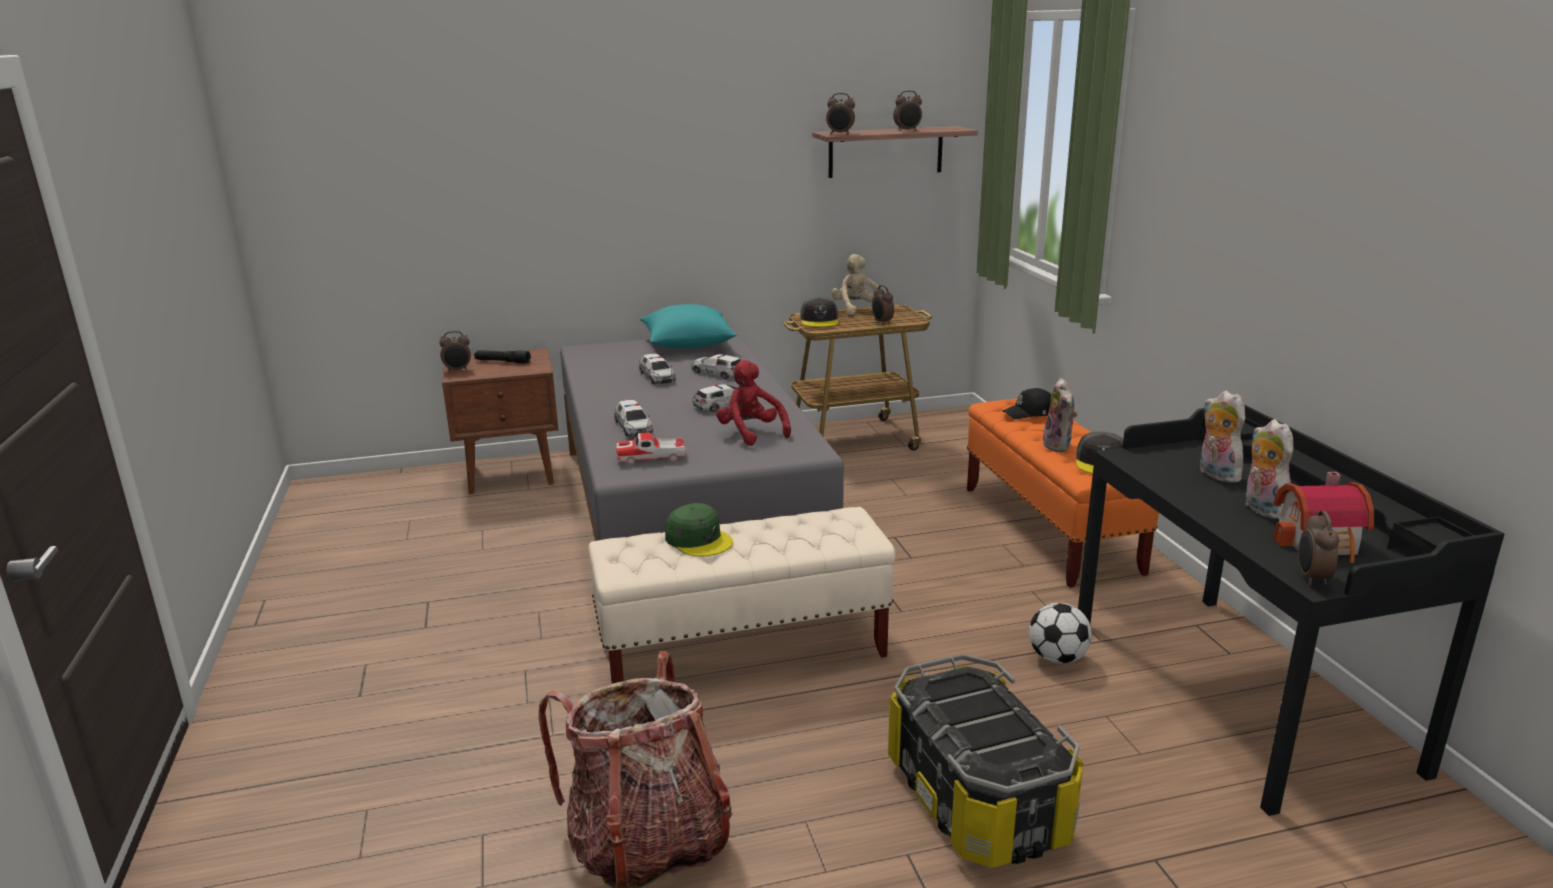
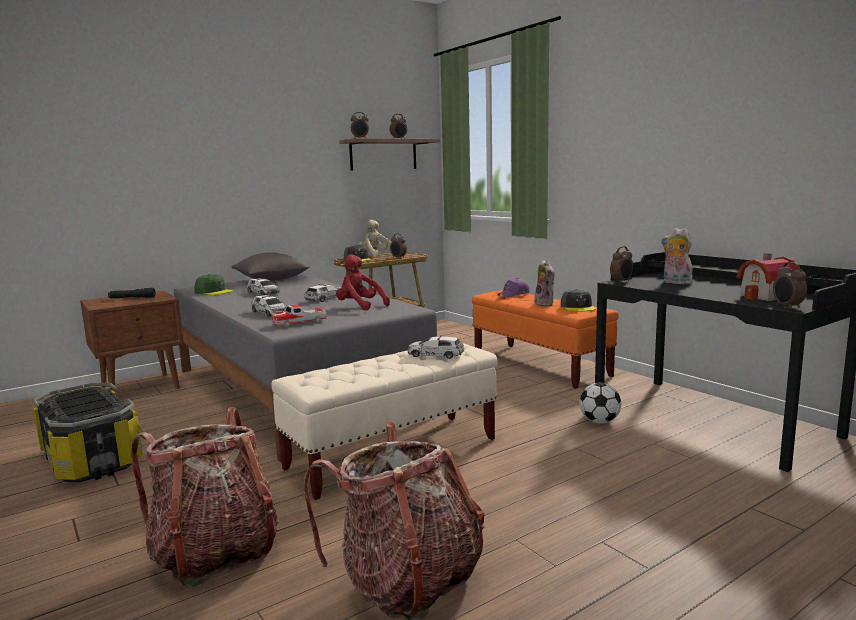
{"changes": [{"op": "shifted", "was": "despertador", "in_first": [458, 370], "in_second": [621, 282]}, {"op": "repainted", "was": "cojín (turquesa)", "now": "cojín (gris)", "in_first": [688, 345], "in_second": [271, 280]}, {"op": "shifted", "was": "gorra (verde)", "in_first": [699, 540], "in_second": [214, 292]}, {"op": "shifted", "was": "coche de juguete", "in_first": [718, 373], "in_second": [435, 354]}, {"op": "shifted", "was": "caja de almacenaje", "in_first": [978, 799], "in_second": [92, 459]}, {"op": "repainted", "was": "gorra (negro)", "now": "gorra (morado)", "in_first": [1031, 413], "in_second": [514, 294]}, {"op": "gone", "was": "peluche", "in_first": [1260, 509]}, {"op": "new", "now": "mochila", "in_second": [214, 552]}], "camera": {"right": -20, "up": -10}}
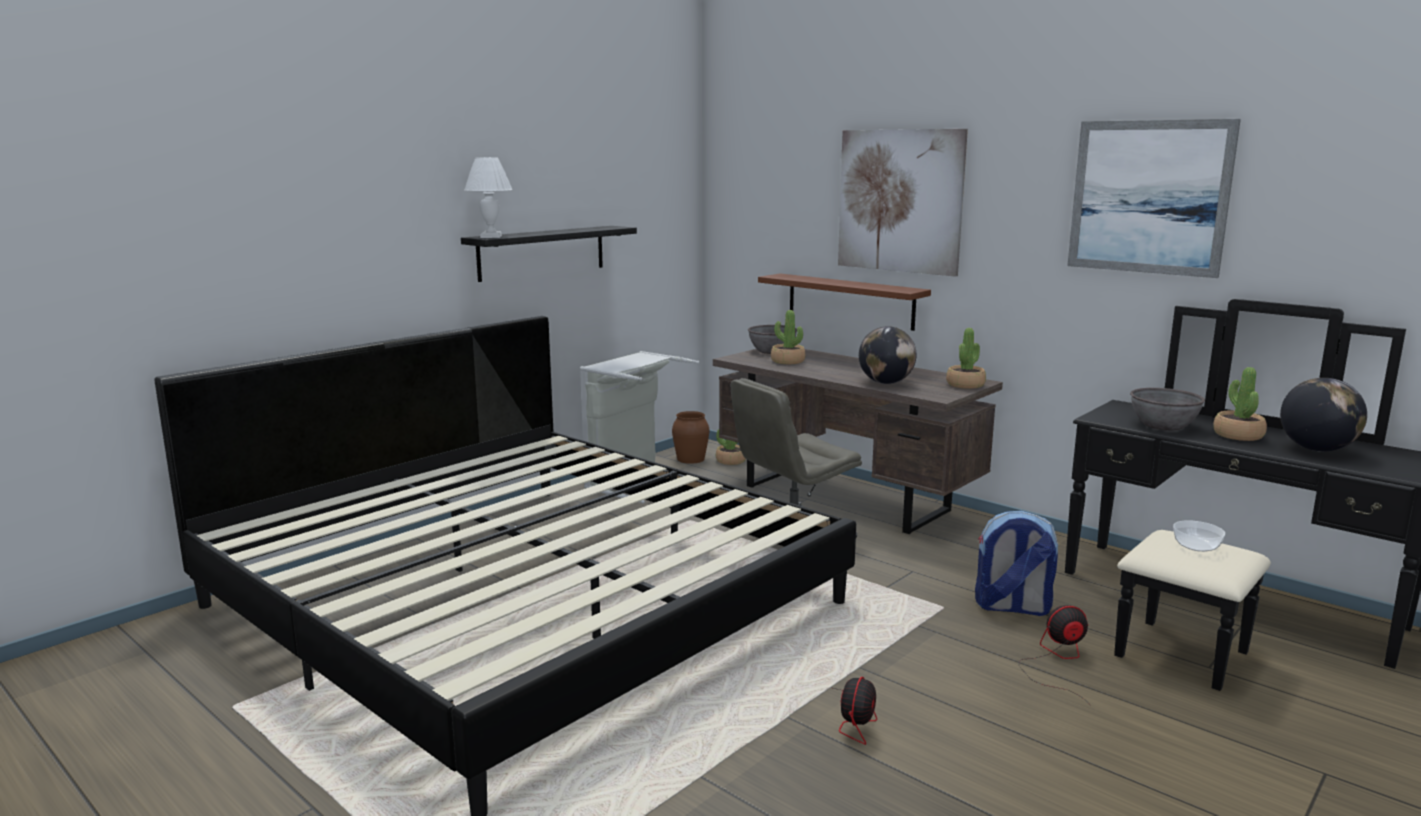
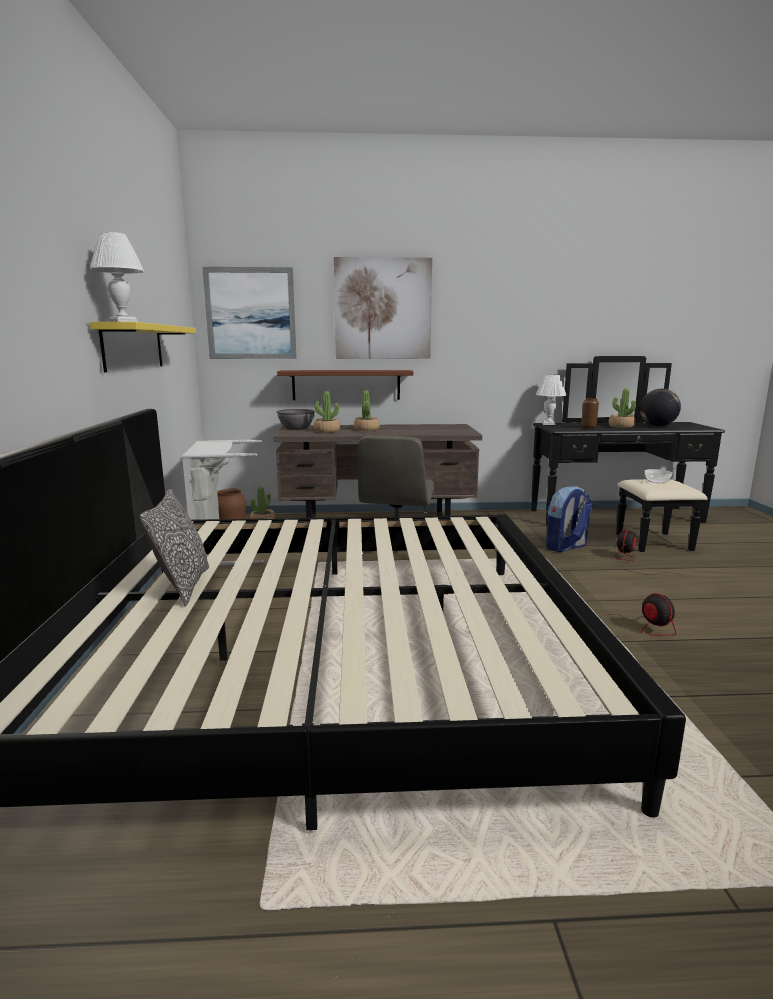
{"changes": [{"op": "repainted", "was": "estante (negro)", "now": "estante (amarillo)", "in_first": [542, 252], "in_second": [133, 347]}, {"op": "gone", "was": "globo terráqueo", "in_first": [886, 383]}, {"op": "shifted", "was": "planta en maceta", "in_first": [965, 385], "in_second": [367, 429]}, {"op": "shifted", "was": "cuadro", "in_first": [1148, 197], "in_second": [250, 313]}, {"op": "swapped", "was": "cuenco (gris)", "now": "florero (marrón)", "in_first": [1163, 425], "in_second": [588, 427]}, {"op": "new", "now": "cojín", "in_second": [183, 586]}, {"op": "new", "now": "lámpara de mesa (blanco)", "in_second": [548, 424]}], "camera": {"right": -45, "up": 0}}
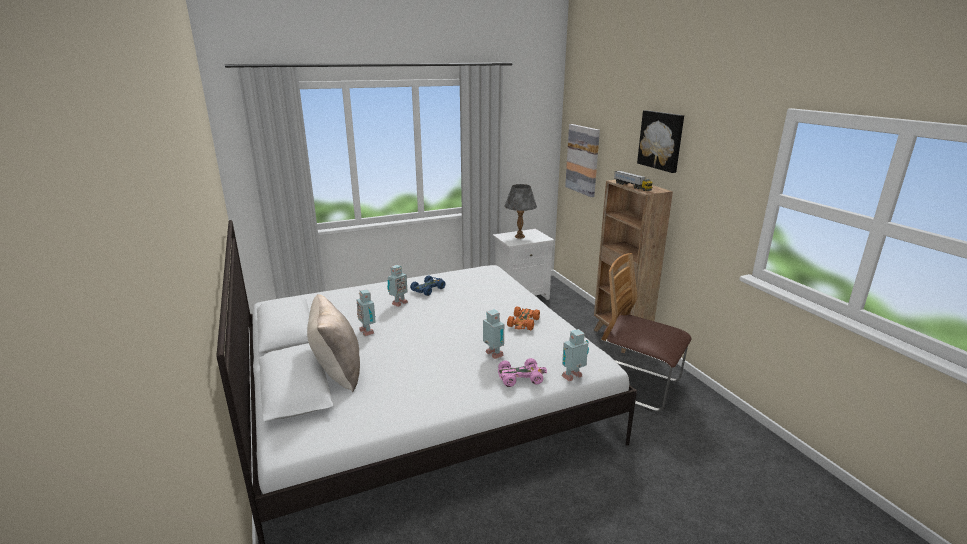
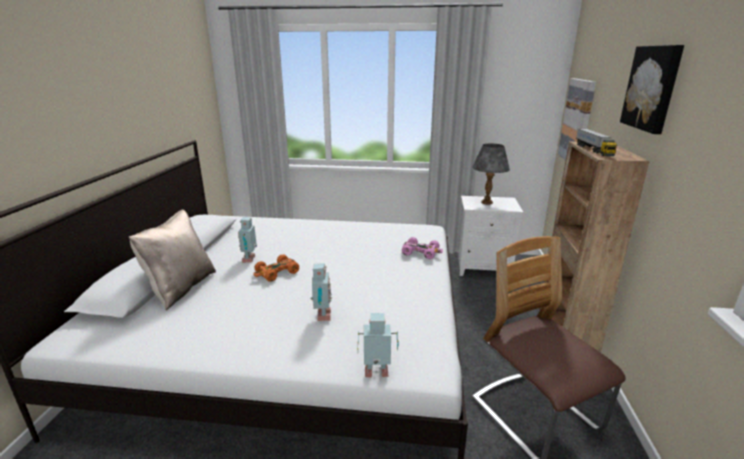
{"changes": [{"op": "gone", "was": "robot de juguete", "in_first": [398, 303]}, {"op": "gone", "was": "coche de juguete (azul)", "in_first": [428, 289]}, {"op": "shifted", "was": "coche de juguete (rosa)", "in_first": [521, 377], "in_second": [421, 252]}, {"op": "shifted", "was": "coche de juguete (naranja)", "in_first": [523, 323], "in_second": [276, 273]}], "camera": {"right": 30, "up": 0}}
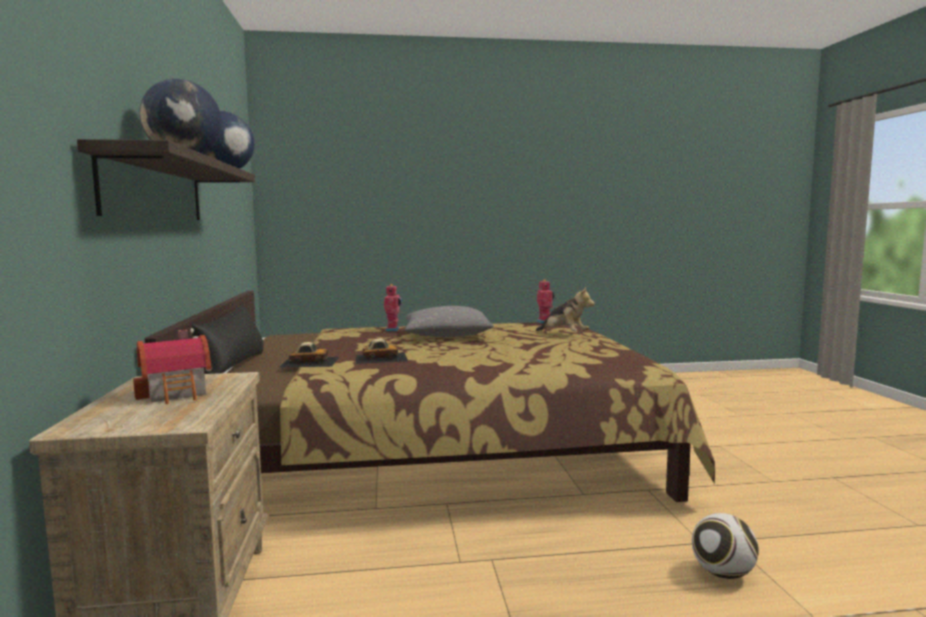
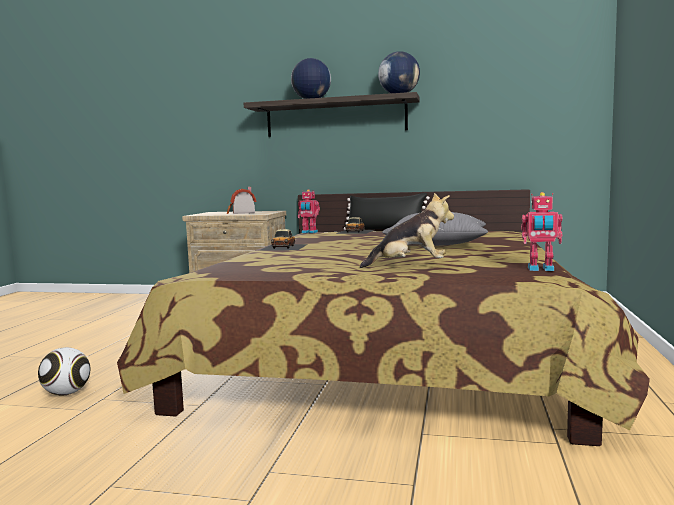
{"changes": [{"op": "shifted", "was": "coche de juguete", "in_first": [380, 357], "in_second": [284, 247]}, {"op": "shifted", "was": "robot de juguete", "in_first": [393, 329], "in_second": [309, 232]}, {"op": "rotated", "was": "peluche", "in_first": [564, 334], "in_second": [410, 266], "clockwise": -150}], "camera": {"right": 110, "up": 0}}
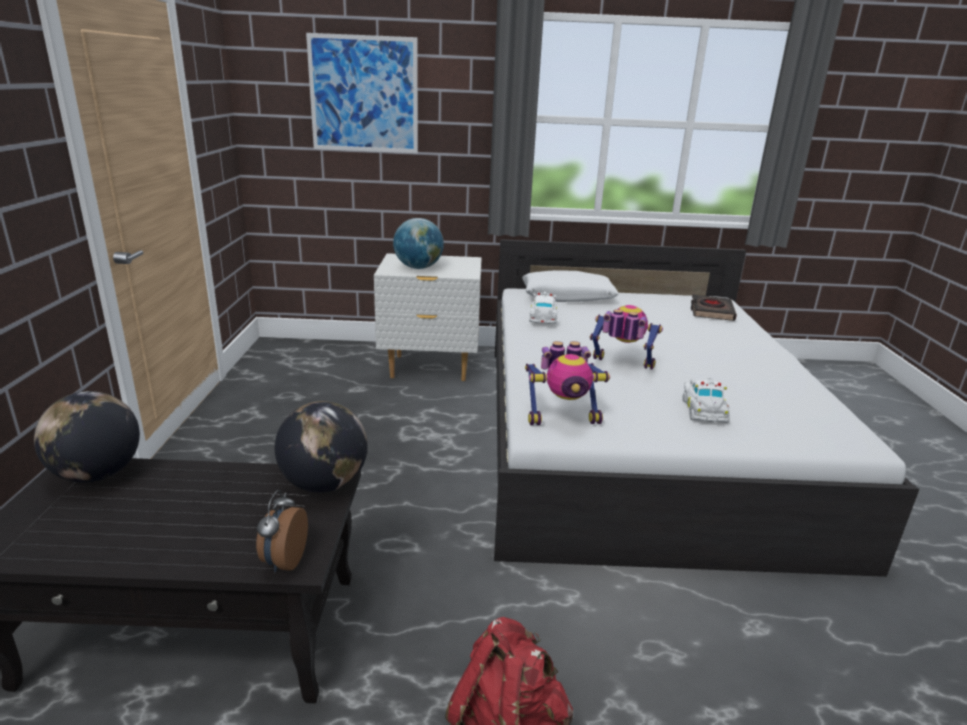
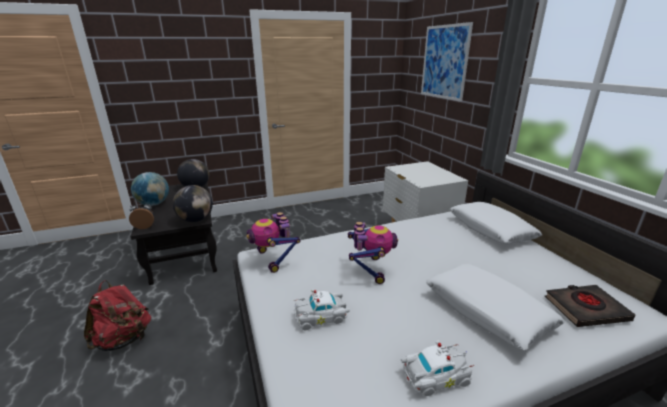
{"changes": [{"op": "shifted", "was": "globo terráqueo", "in_first": [418, 268], "in_second": [154, 204]}, {"op": "shifted", "was": "coche de juguete (blanco)", "in_first": [542, 318], "in_second": [434, 375]}, {"op": "new", "now": "cojín (blanco)", "in_second": [487, 311]}], "camera": {"right": 70, "up": 0}}
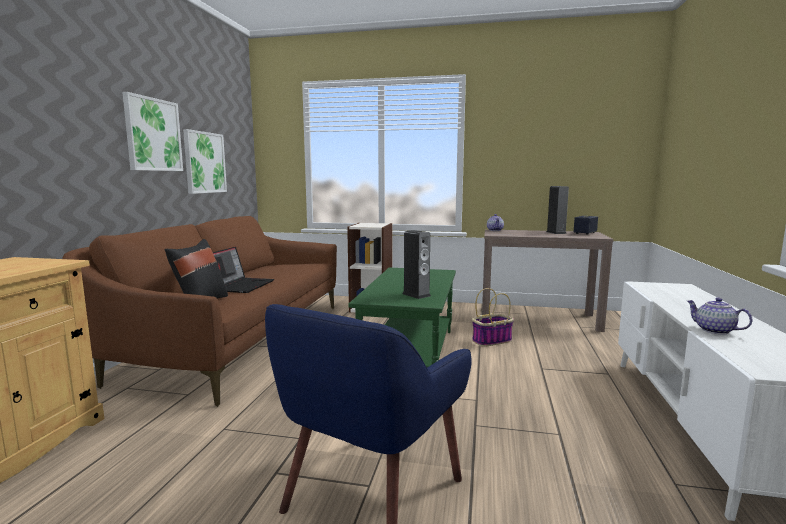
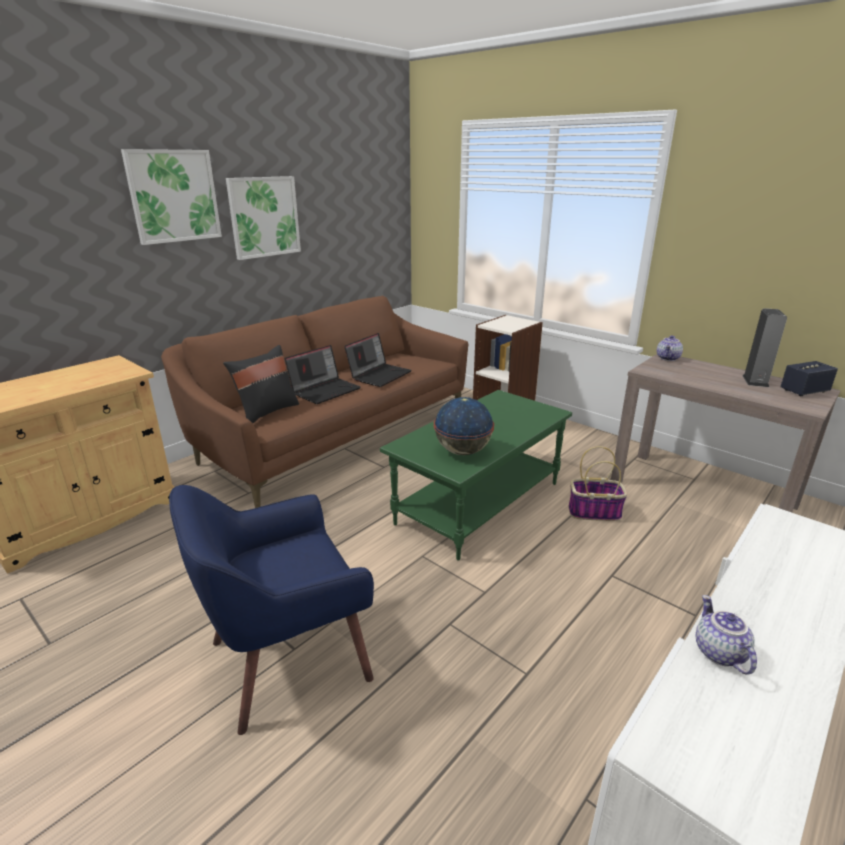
{"changes": [{"op": "shifted", "was": "cuadro", "in_first": [204, 162], "in_second": [173, 196]}, {"op": "swapped", "was": "altavoz", "now": "globo terráqueo", "in_first": [416, 295], "in_second": [462, 451]}, {"op": "new", "now": "portátil", "in_second": [379, 375]}], "camera": {"right": 30, "up": 15}}
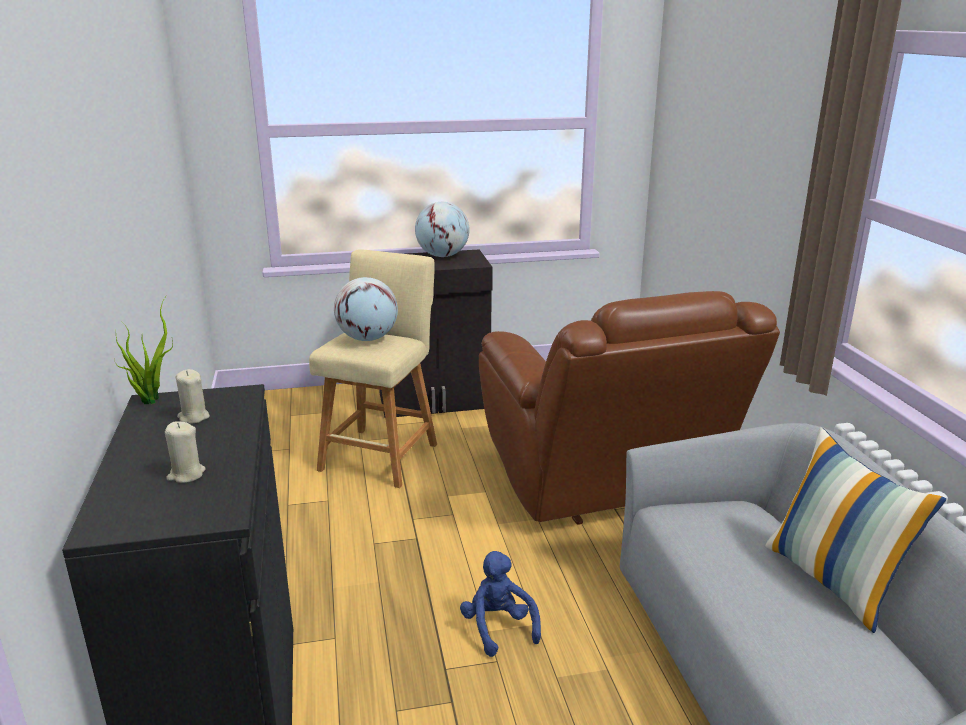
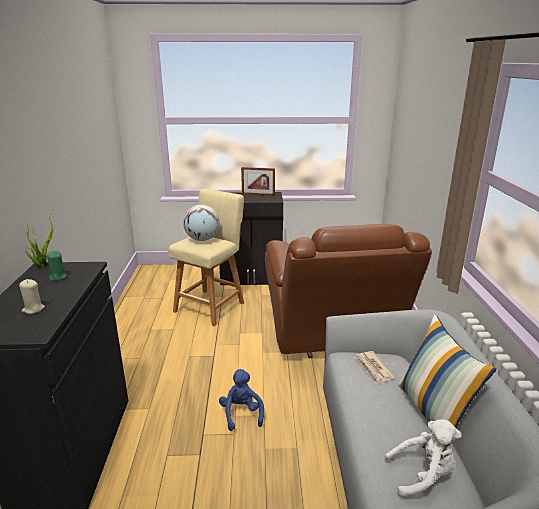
{"changes": [{"op": "repainted", "was": "vela (beis)", "now": "vela (verde)", "in_first": [193, 417], "in_second": [58, 277]}, {"op": "swapped", "was": "globo terráqueo", "now": "portarretratos", "in_first": [443, 256], "in_second": [258, 194]}, {"op": "new", "now": "periódico", "in_second": [373, 369]}, {"op": "new", "now": "peluche (blanco)", "in_second": [422, 475]}], "camera": {"right": 10, "up": 0}}
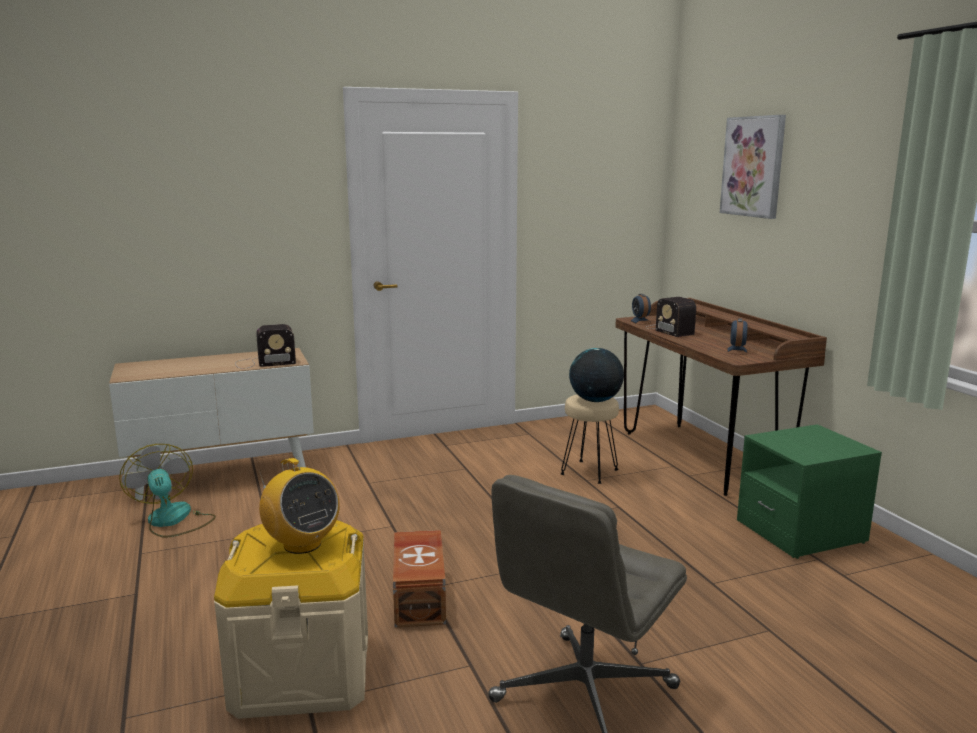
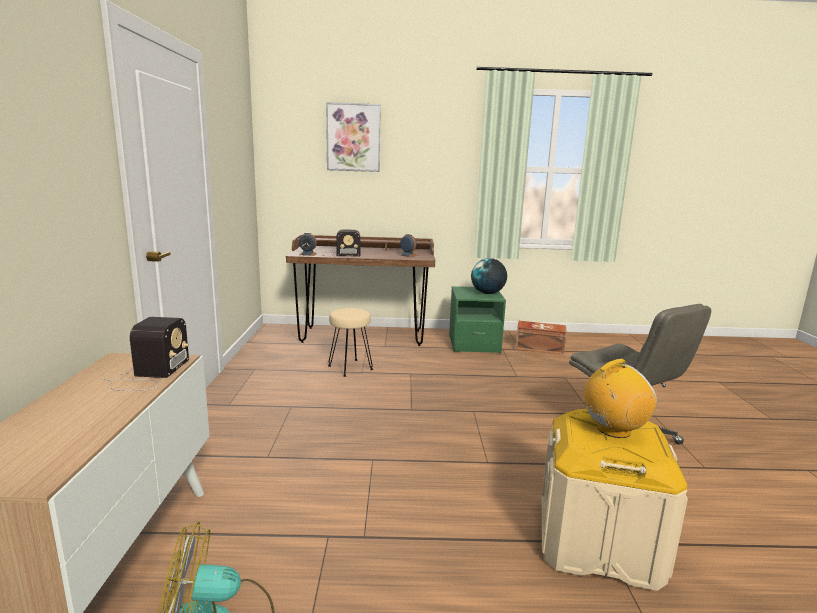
{"changes": [{"op": "shifted", "was": "caja de almacenaje (marrón)", "in_first": [421, 596], "in_second": [538, 347]}, {"op": "shifted", "was": "globo terráqueo", "in_first": [595, 401], "in_second": [487, 293]}], "camera": {"right": -70, "up": 0}}
